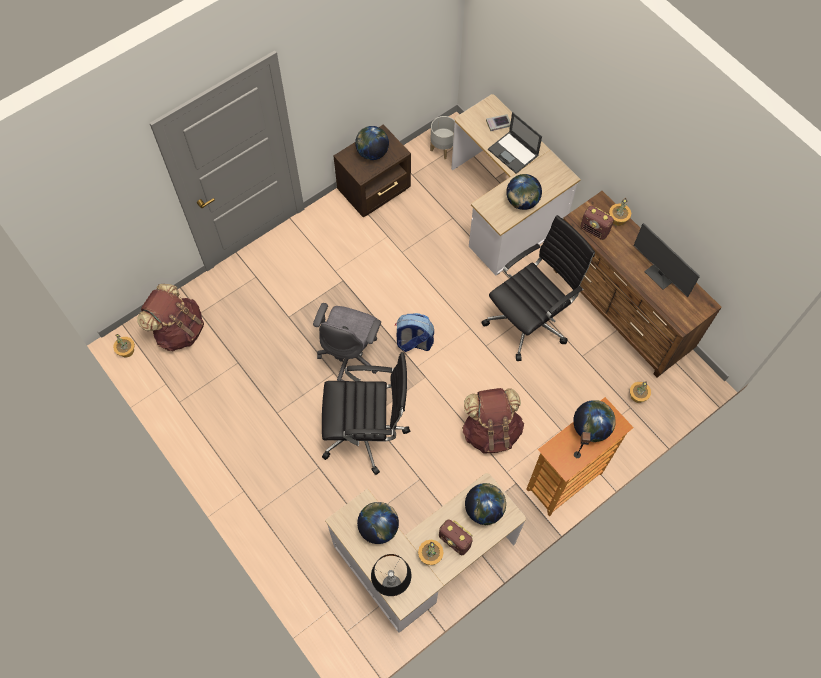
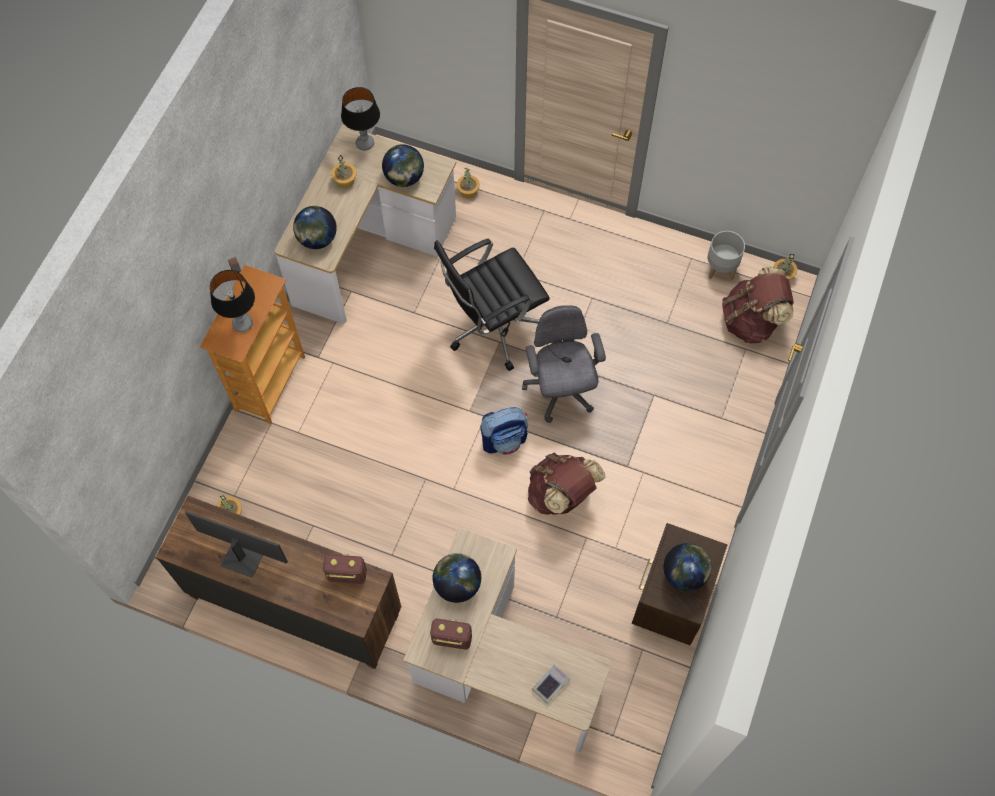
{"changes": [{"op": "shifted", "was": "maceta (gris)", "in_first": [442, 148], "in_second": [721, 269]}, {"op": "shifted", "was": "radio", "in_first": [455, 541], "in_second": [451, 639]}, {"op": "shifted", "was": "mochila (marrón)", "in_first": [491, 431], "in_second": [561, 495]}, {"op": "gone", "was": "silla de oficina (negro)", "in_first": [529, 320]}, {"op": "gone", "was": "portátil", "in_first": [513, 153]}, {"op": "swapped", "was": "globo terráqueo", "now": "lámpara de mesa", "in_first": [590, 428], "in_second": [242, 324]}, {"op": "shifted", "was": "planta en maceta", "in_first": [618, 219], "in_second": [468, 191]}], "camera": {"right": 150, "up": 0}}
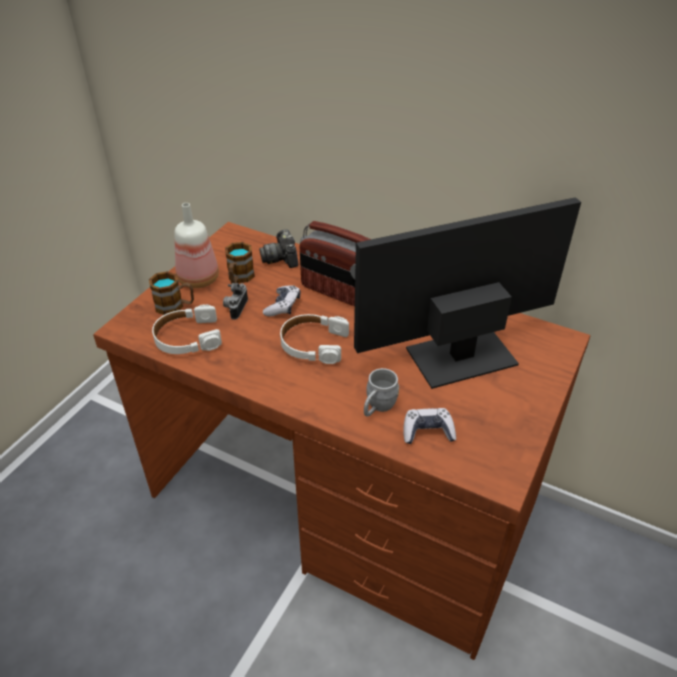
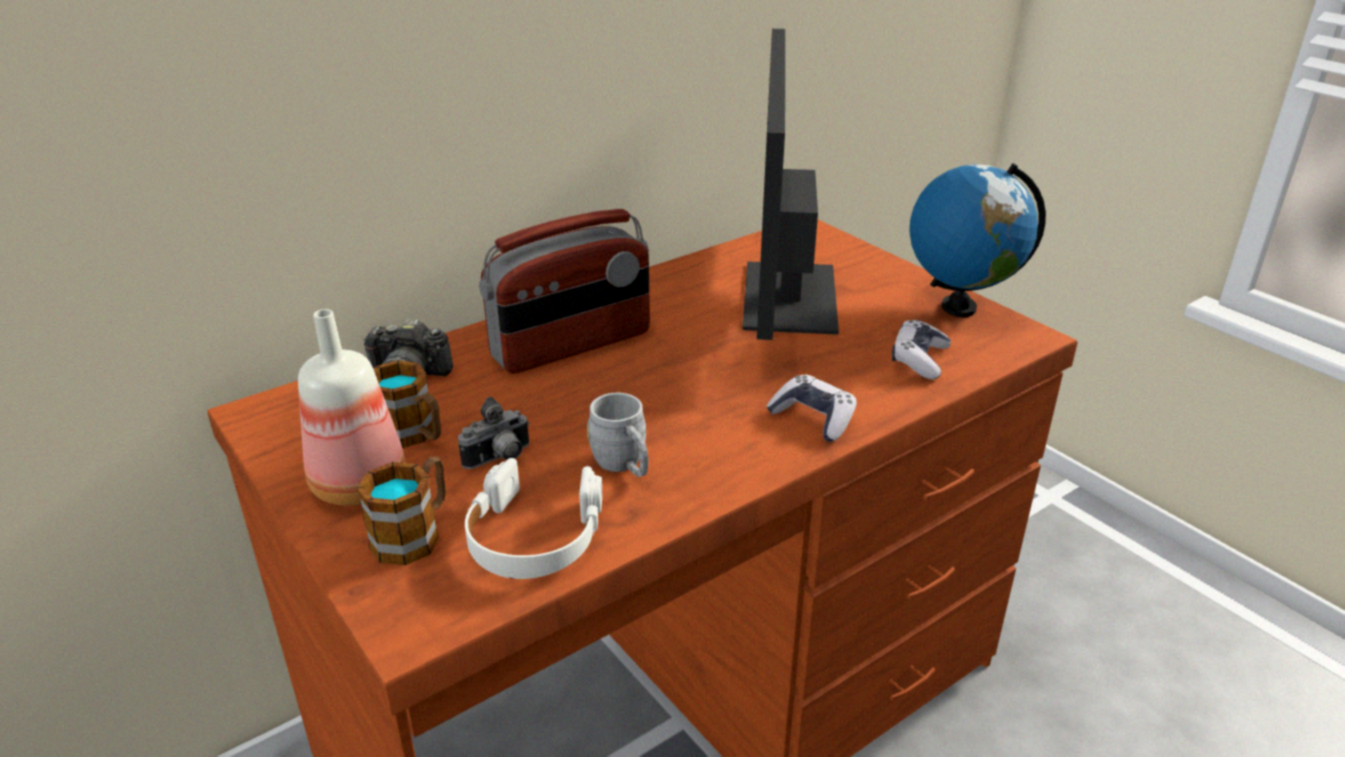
{"changes": [{"op": "rotated", "was": "cámara", "in_first": [235, 308], "in_second": [500, 459], "clockwise": -75}, {"op": "shifted", "was": "mando de consola", "in_first": [283, 306], "in_second": [813, 418]}, {"op": "gone", "was": "auriculares (blanco)", "in_first": [313, 344]}, {"op": "shifted", "was": "taza grande (gris)", "in_first": [377, 407], "in_second": [624, 466]}, {"op": "new", "now": "globo terráqueo", "in_second": [958, 307]}], "camera": {"right": -65, "up": -10}}
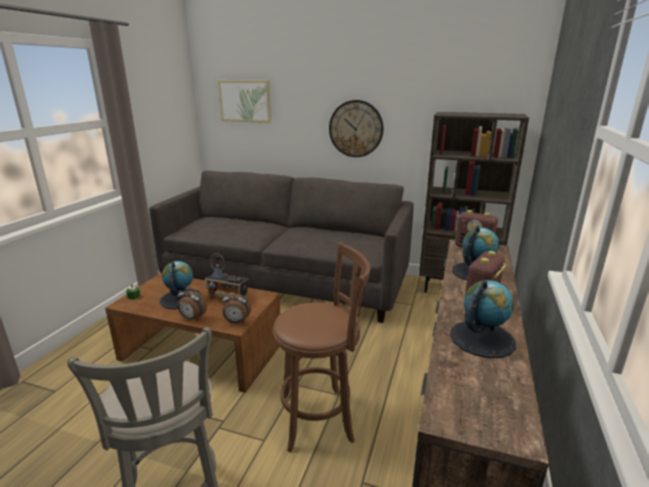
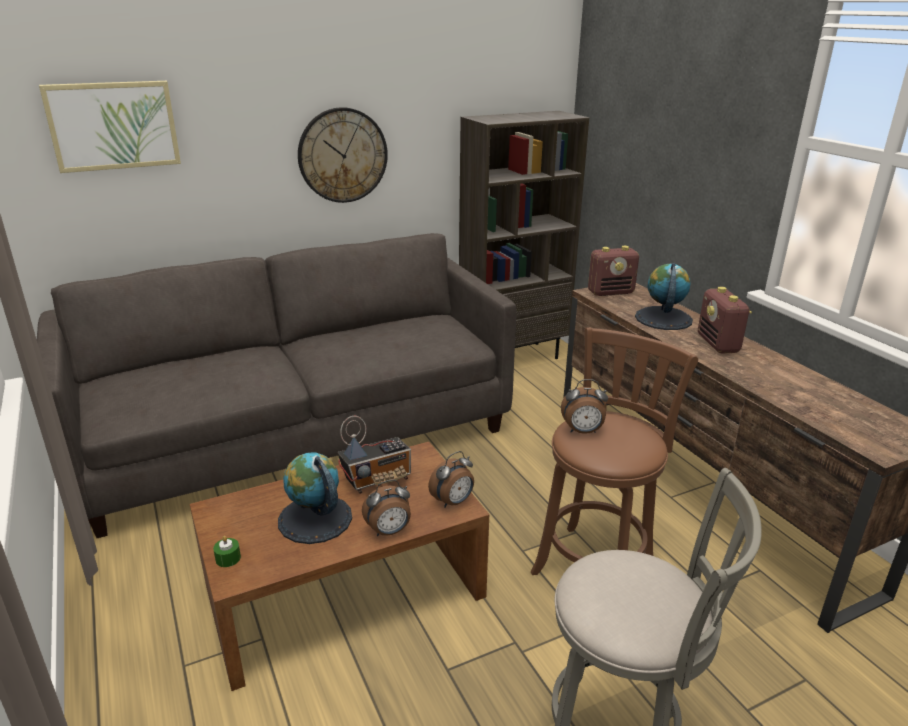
{"changes": [{"op": "gone", "was": "globo terráqueo", "in_first": [482, 338]}, {"op": "new", "now": "despertador", "in_second": [582, 431]}], "camera": {"right": -45, "up": 5}}
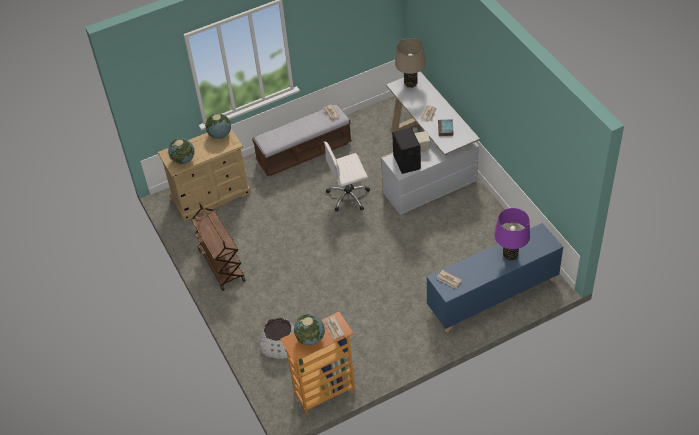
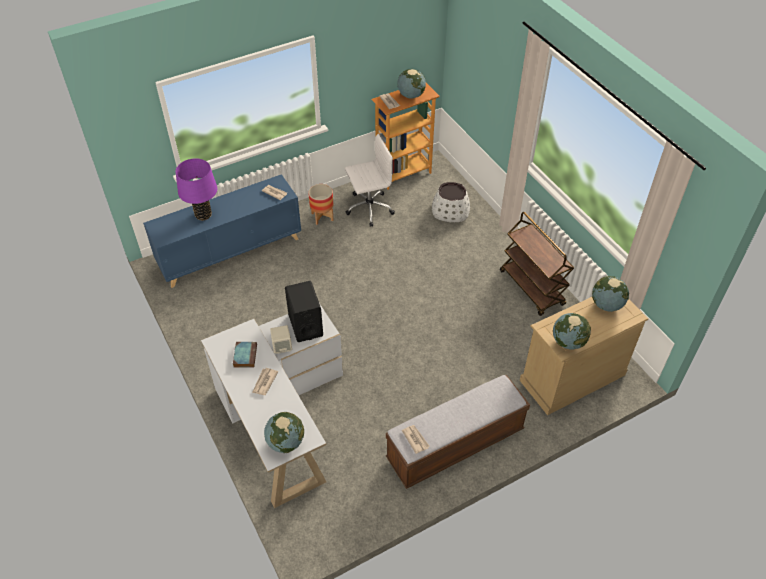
{"changes": [{"op": "shifted", "was": "silla de oficina (blanco)", "in_first": [349, 196], "in_second": [368, 208]}, {"op": "swapped", "was": "lámpara de mesa (beis)", "now": "globo terráqueo", "in_first": [410, 83], "in_second": [286, 442]}, {"op": "new", "now": "maceta", "in_second": [322, 217]}], "camera": {"right": 175, "up": 0}}
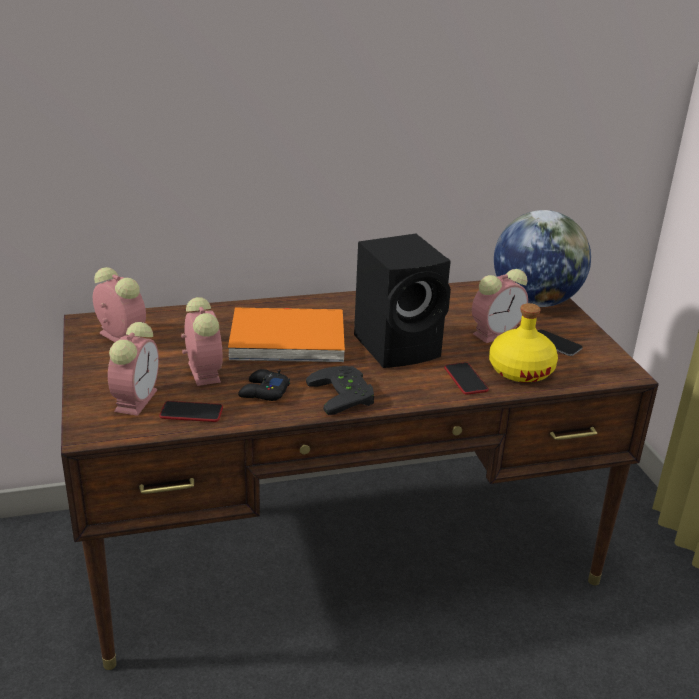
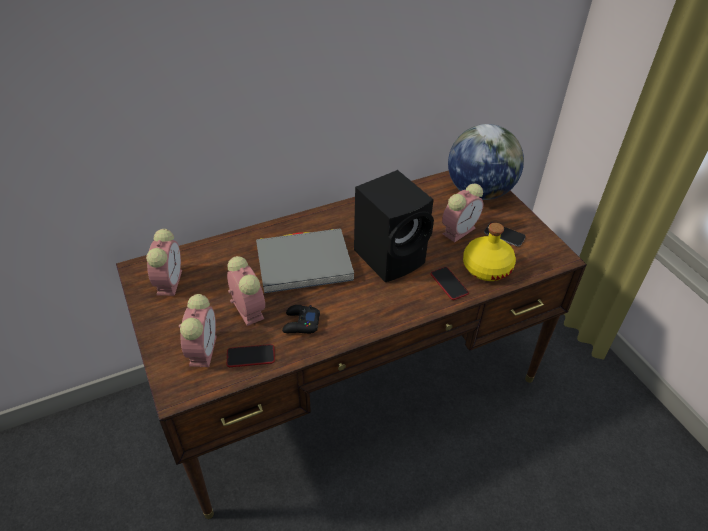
{"changes": [{"op": "rotated", "was": "despertador", "in_first": [119, 336], "in_second": [169, 281], "clockwise": 60}, {"op": "repainted", "was": "libro (naranja)", "now": "libro (gris)", "in_first": [287, 340], "in_second": [304, 263]}, {"op": "gone", "was": "mando de consola (negro)", "in_first": [345, 394]}], "camera": {"right": -10, "up": 15}}
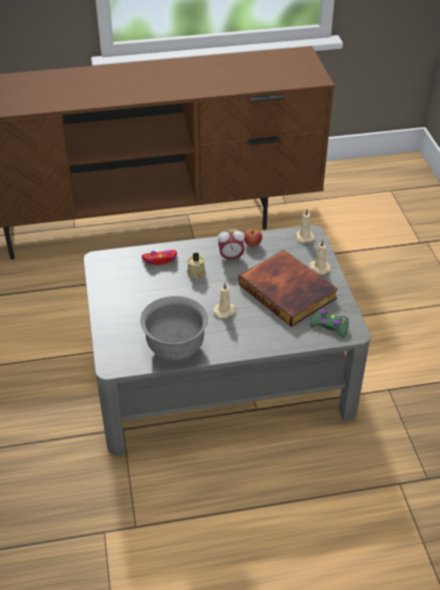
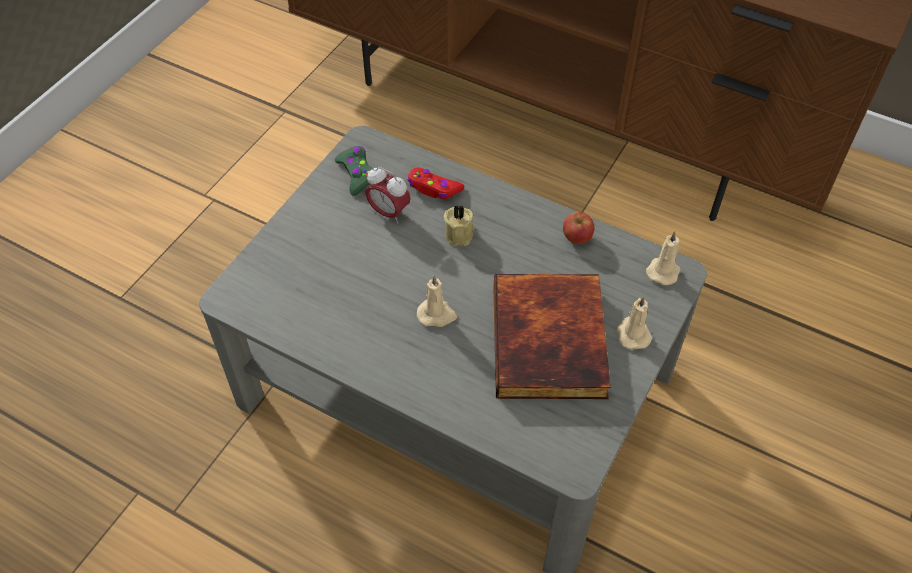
{"changes": [{"op": "gone", "was": "cuenco (gris)", "in_first": [175, 348]}, {"op": "shifted", "was": "despertador", "in_first": [231, 258], "in_second": [389, 213]}, {"op": "shifted", "was": "mando de consola (verde)", "in_first": [329, 326], "in_second": [357, 174]}], "camera": {"right": 40, "up": 10}}
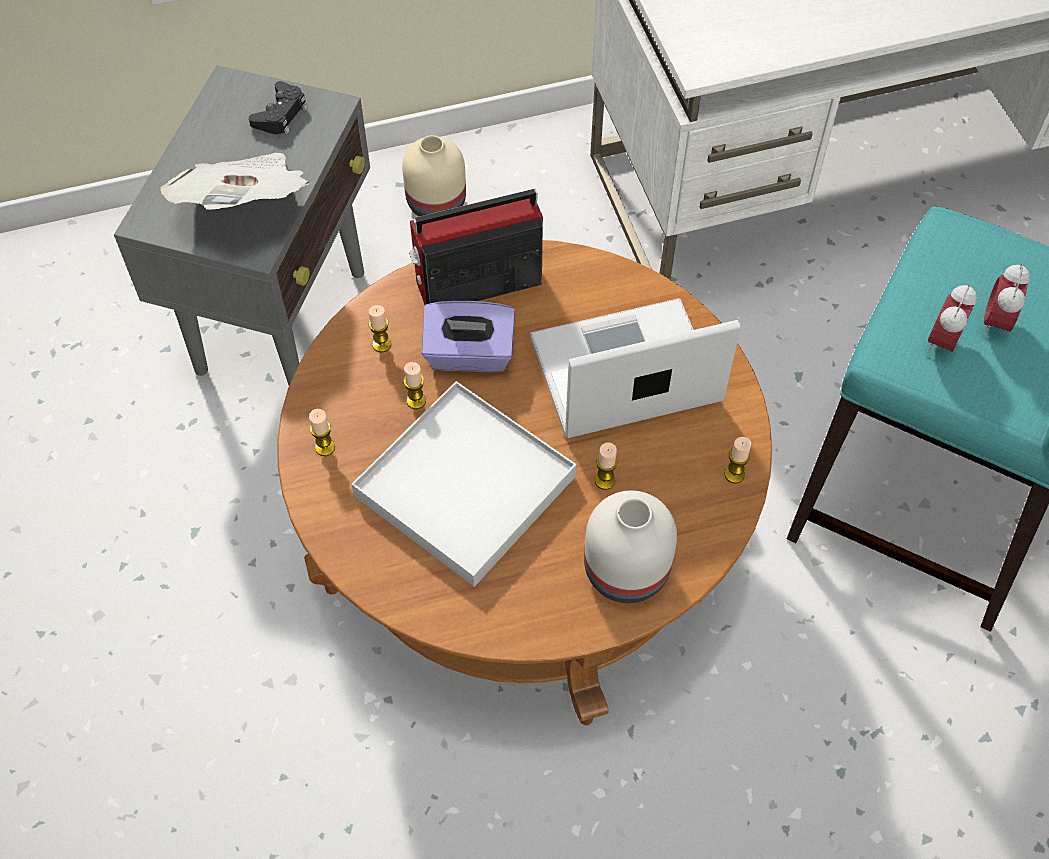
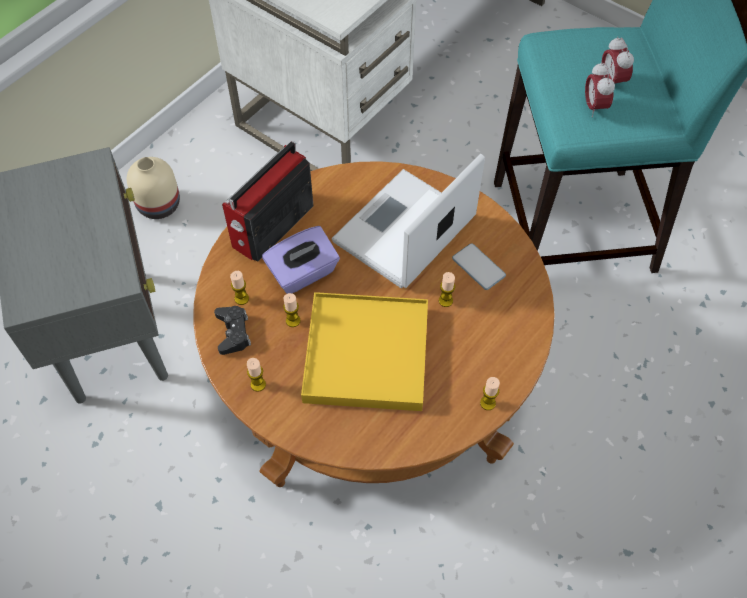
{"changes": [{"op": "gone", "was": "periódico", "in_first": [246, 206]}, {"op": "shifted", "was": "mando de consola (negro)", "in_first": [281, 114], "in_second": [233, 332]}, {"op": "repainted", "was": "bandeja (blanco)", "now": "bandeja (amarillo)", "in_first": [465, 485], "in_second": [366, 354]}, {"op": "gone", "was": "florero (blanco)", "in_first": [624, 572]}, {"op": "shifted", "was": "vela", "in_first": [734, 474], "in_second": [487, 403]}, {"op": "new", "now": "móvil", "in_second": [478, 267]}], "camera": {"right": -35, "up": 0}}
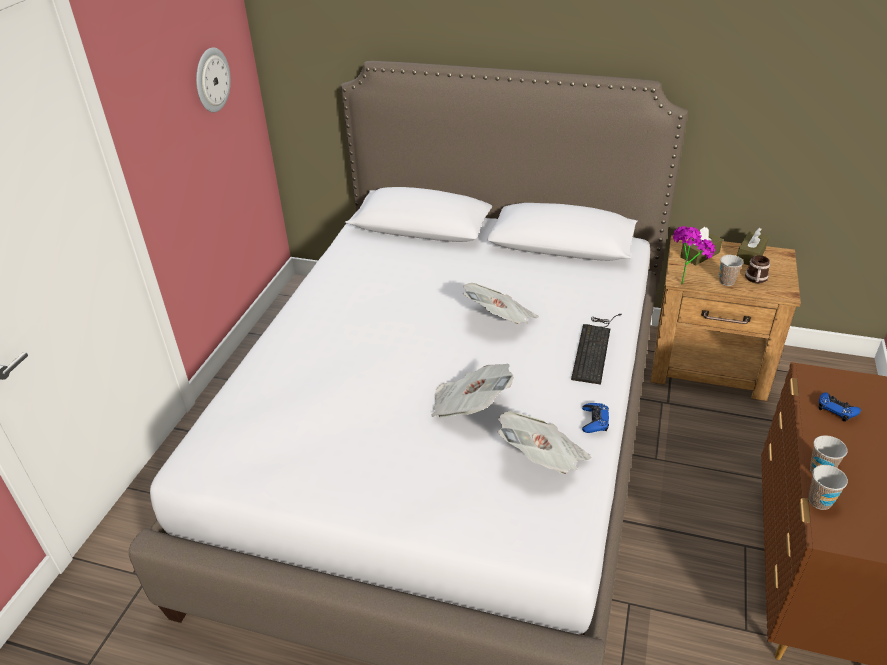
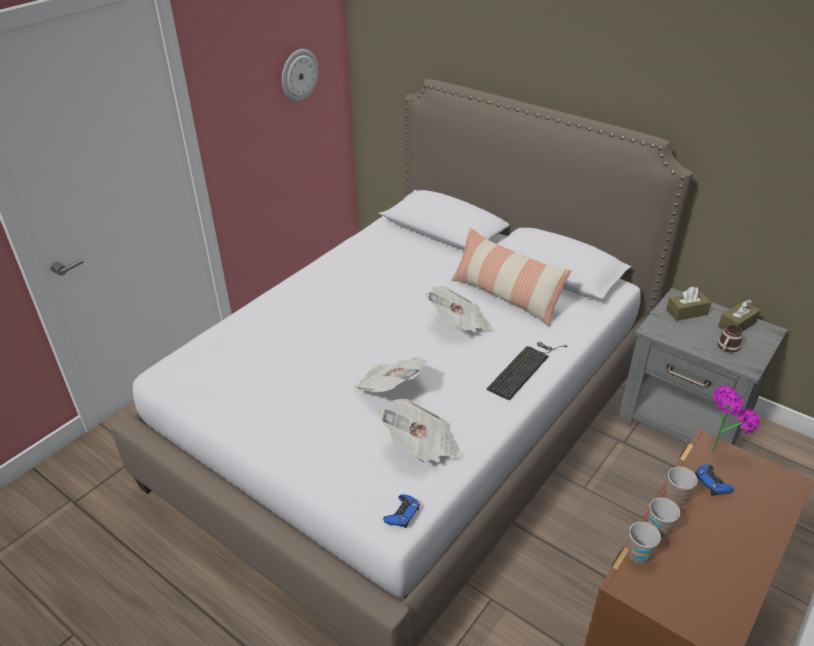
{"changes": [{"op": "shifted", "was": "mando de consola (azul)", "in_first": [594, 421], "in_second": [402, 514]}, {"op": "repainted", "was": "mesita de noche (marrón)", "now": "mesita de noche (gris)", "in_first": [710, 365], "in_second": [685, 420]}, {"op": "shifted", "was": "planta en maceta", "in_first": [684, 280], "in_second": [718, 446]}, {"op": "shifted", "was": "taza", "in_first": [726, 282], "in_second": [675, 498]}, {"op": "new", "now": "cojín", "in_second": [505, 296]}], "camera": {"right": 20, "up": 0}}
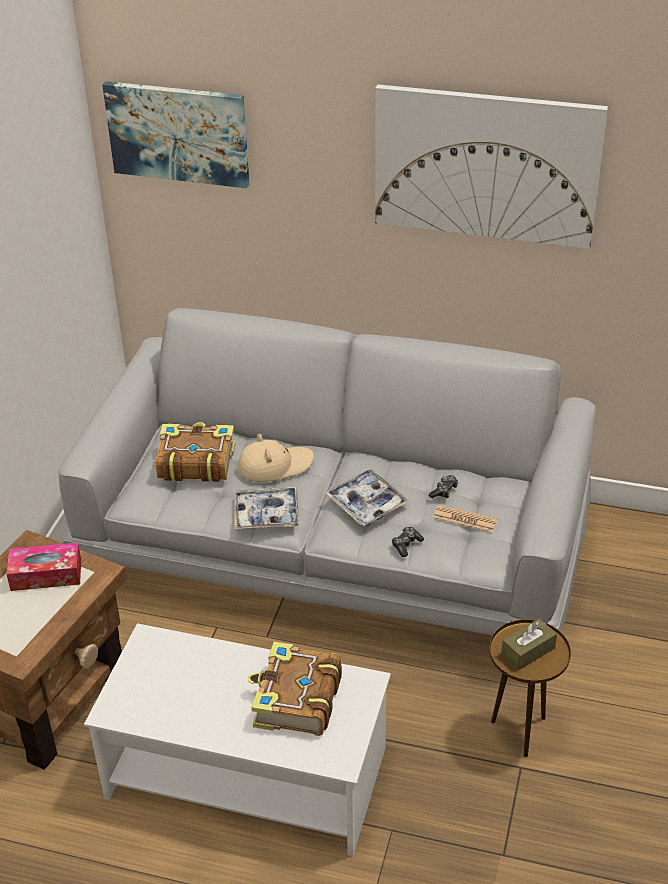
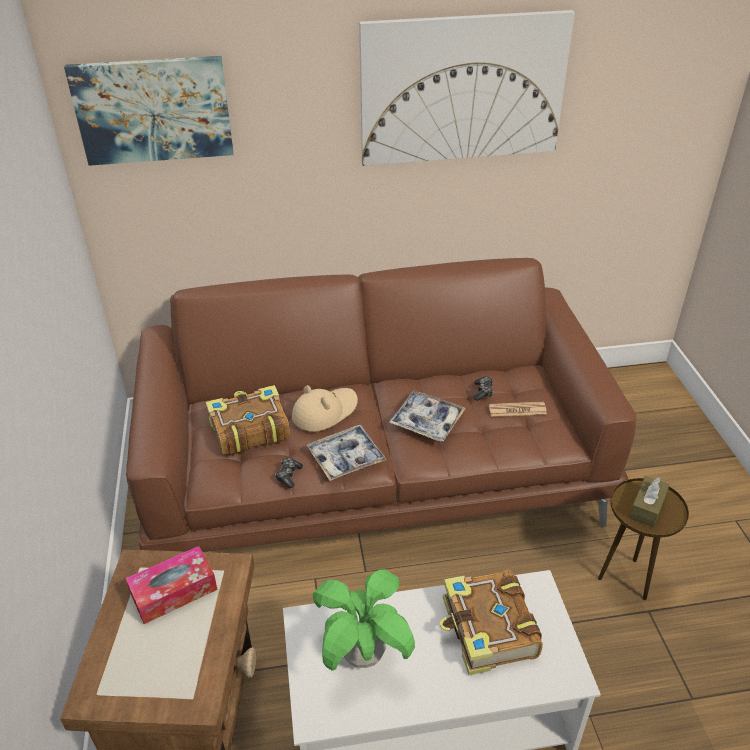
{"changes": [{"op": "repainted", "was": "sofá (gris)", "now": "sofá (marrón)", "in_first": [336, 548], "in_second": [375, 471]}, {"op": "shifted", "was": "mando de consola", "in_first": [406, 545], "in_second": [288, 475]}, {"op": "new", "now": "planta en maceta", "in_second": [362, 655]}], "camera": {"right": -25, "up": 0}}
